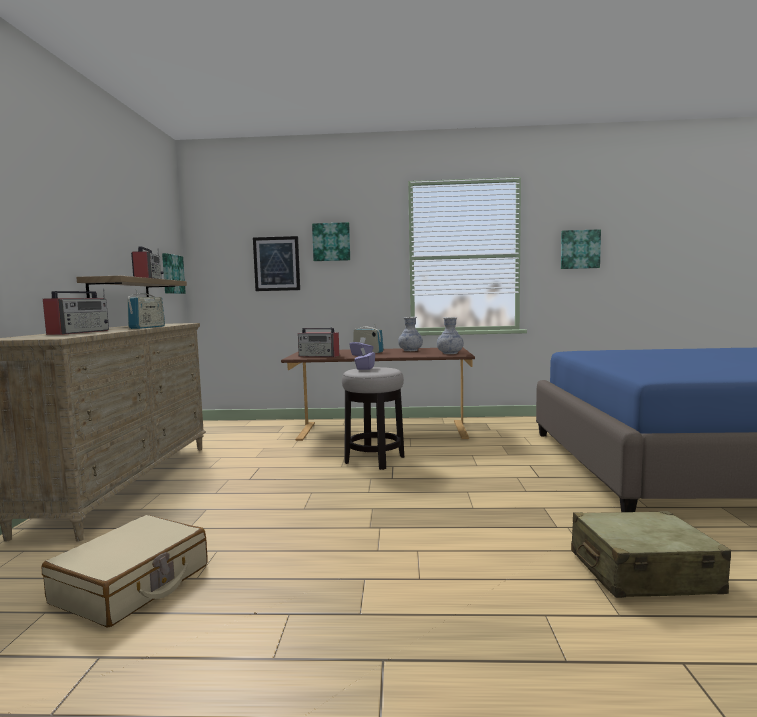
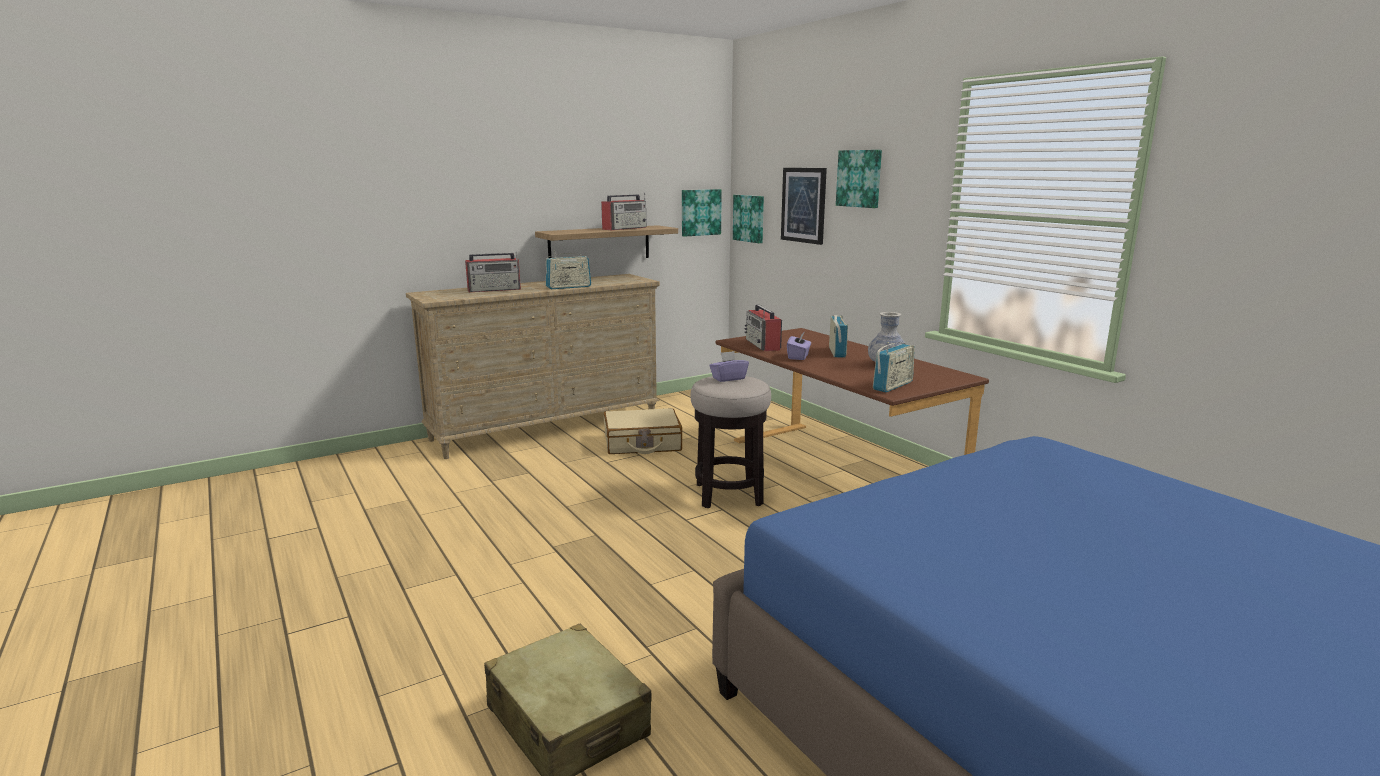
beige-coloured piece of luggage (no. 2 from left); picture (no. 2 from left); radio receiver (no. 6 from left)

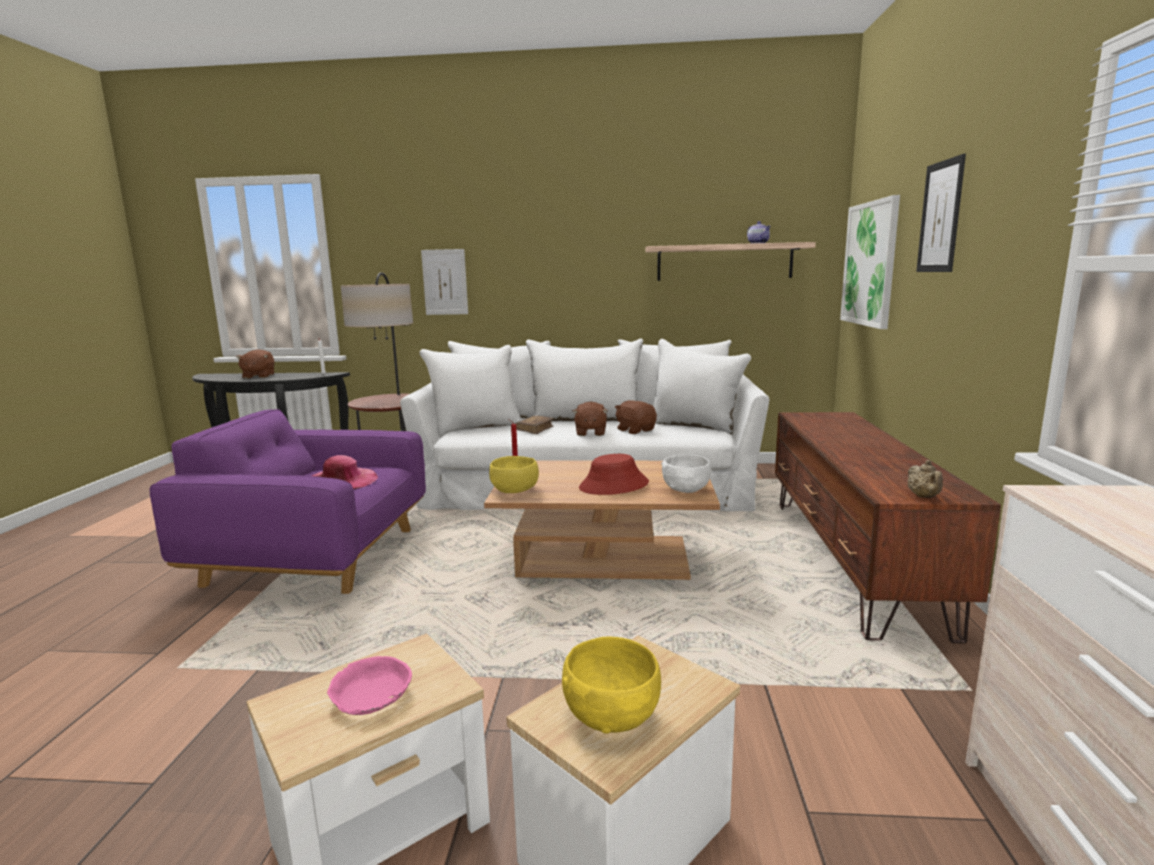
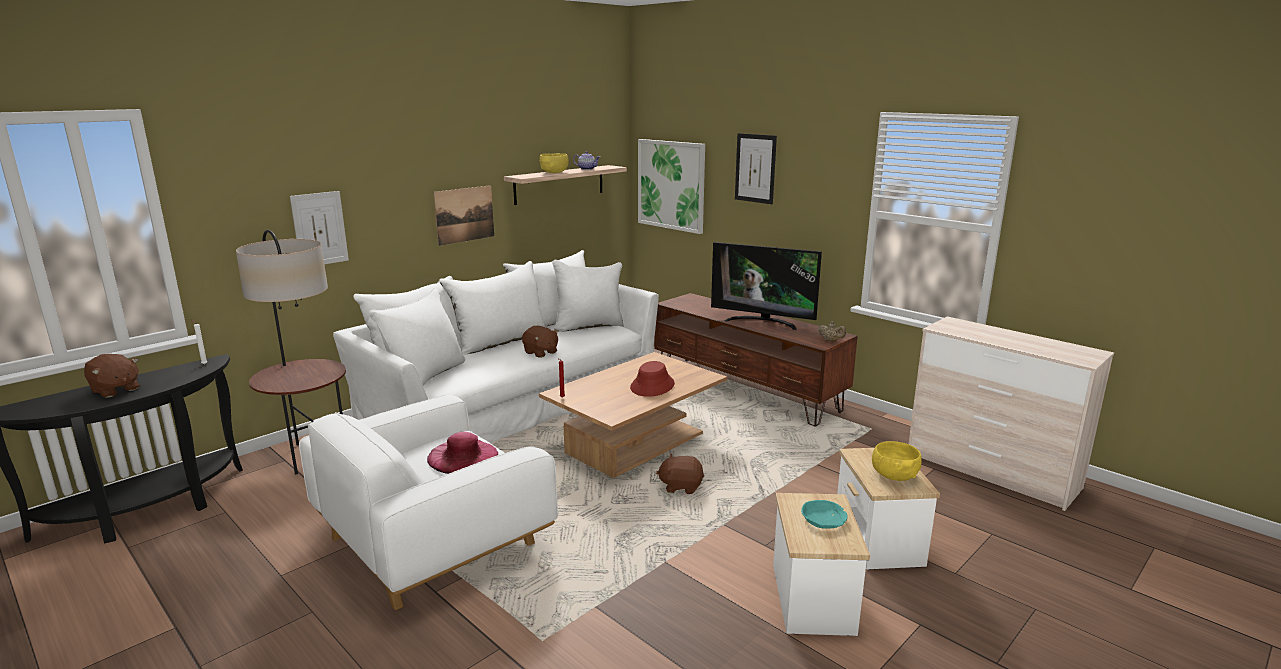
brown book; white-coloured bowl; picture (no. 2 from left); television; yellow-coloured bowl (no. 1 from left); brown plush toy (no. 3 from left); white-coloured easy chair; turquoise bowl

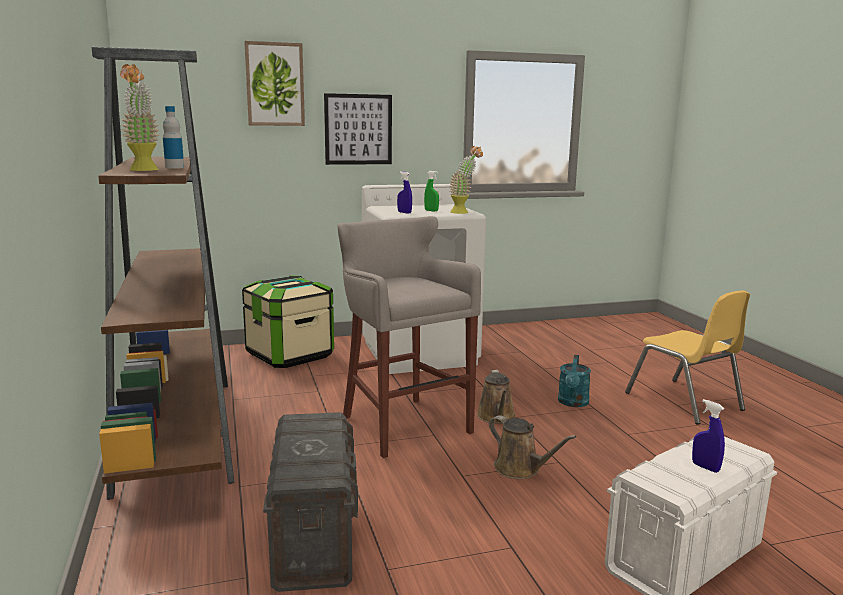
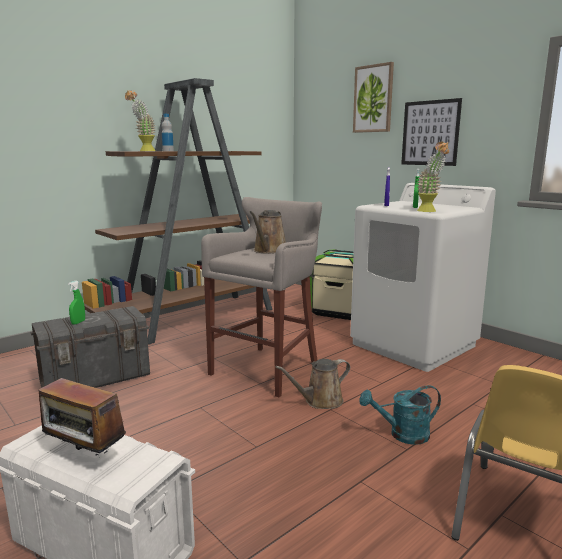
green-coloured spray bottle (no. 1 from left); brown sprinkling can (no. 1 from left); radio receiver

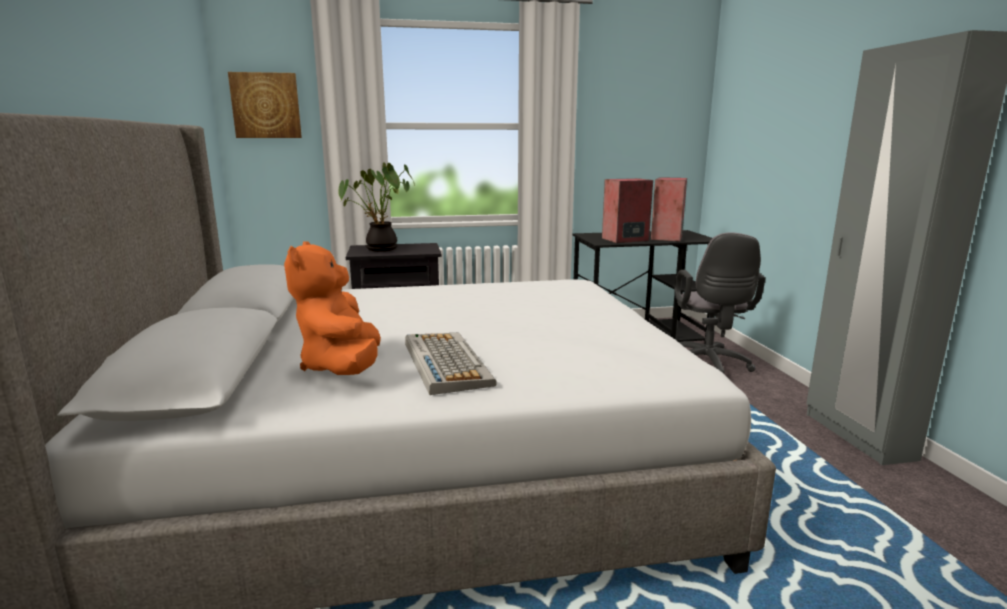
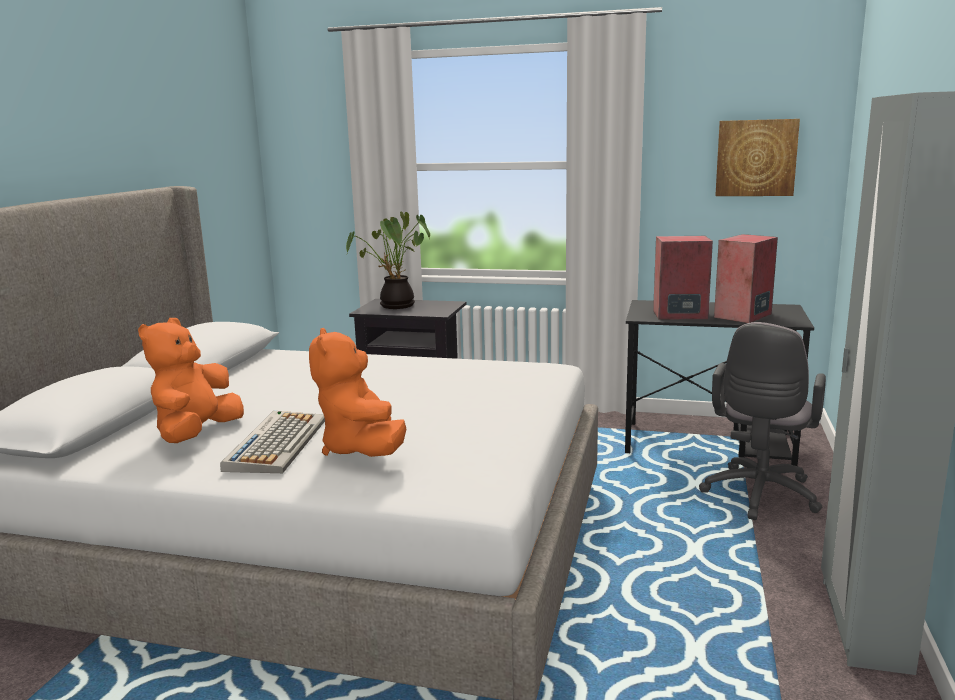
orange plush toy (no. 2 from left); picture

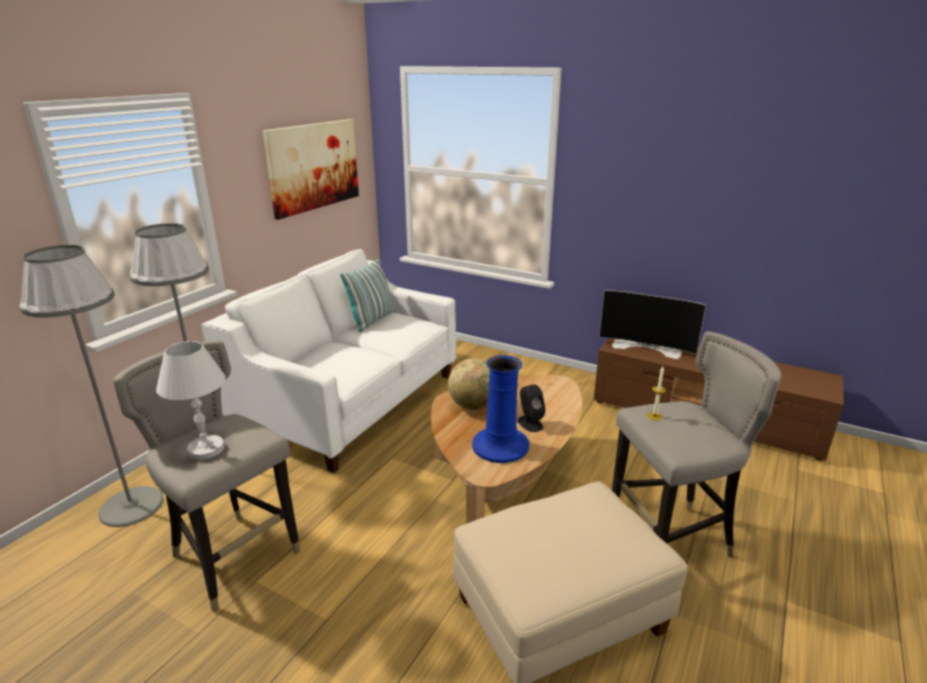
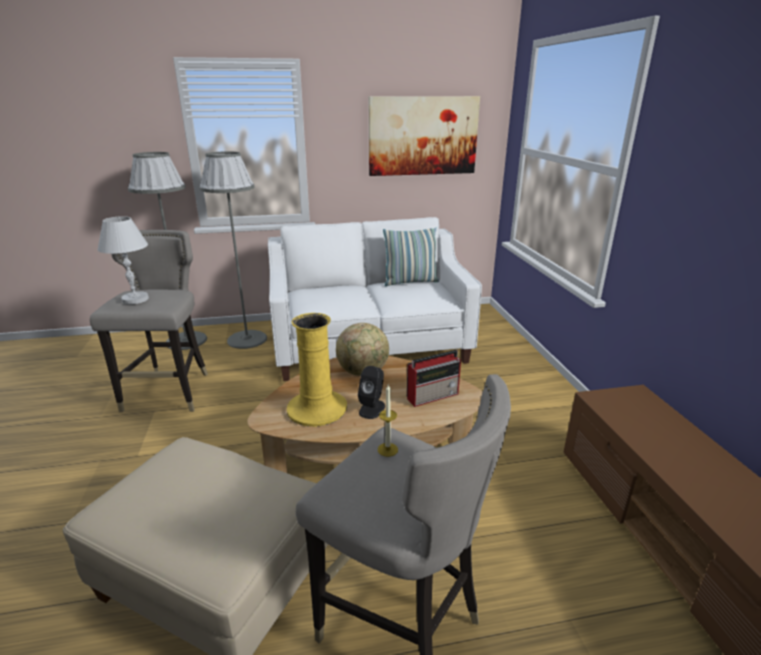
television; radio receiver; yellow-coloured flower vase

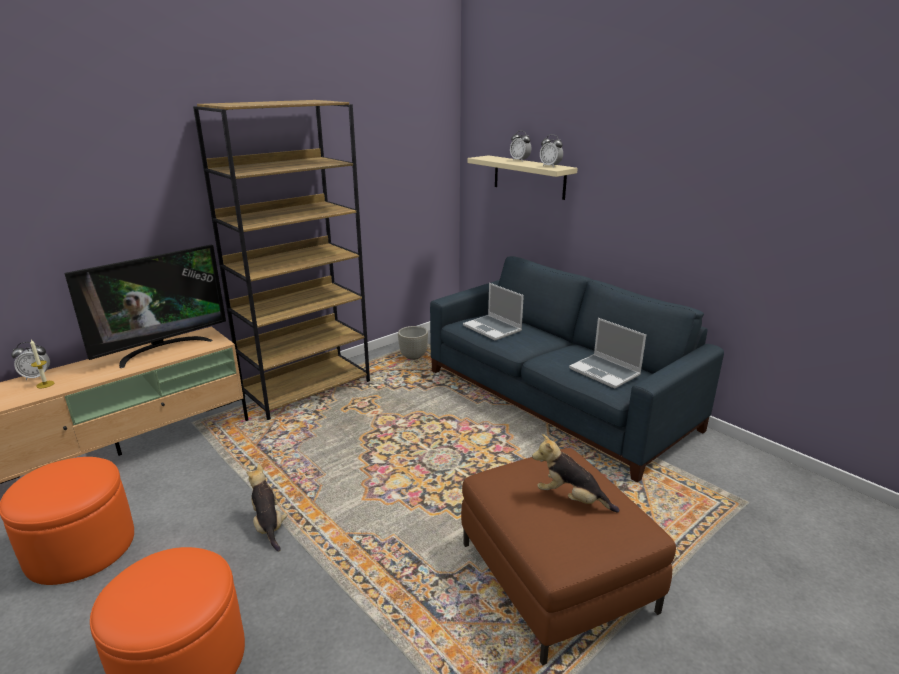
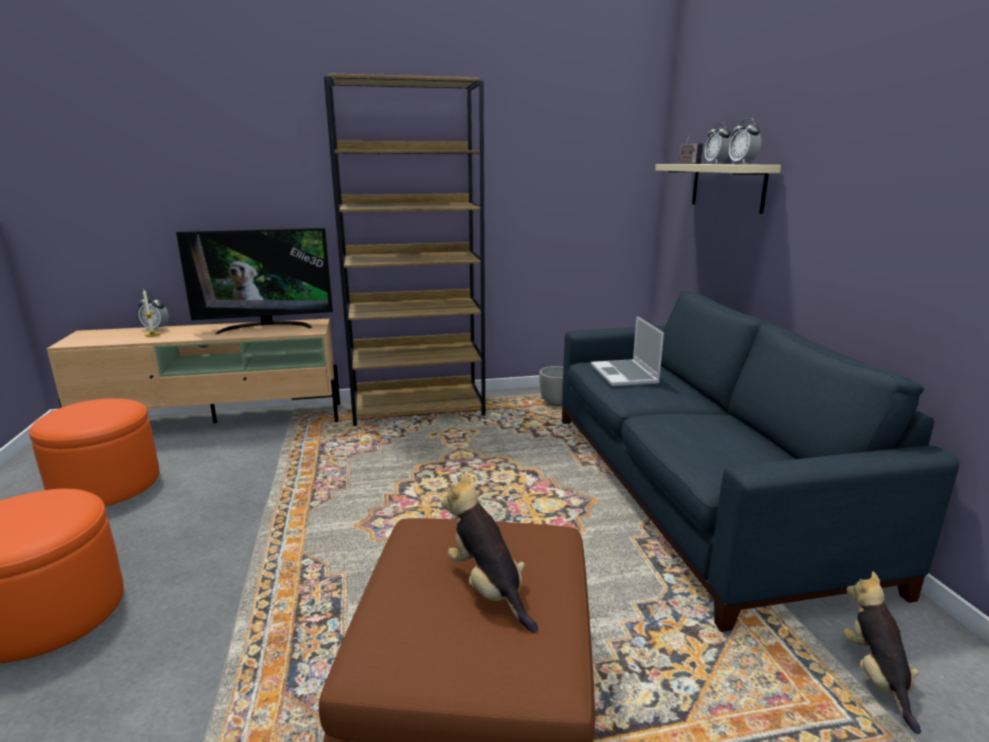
portable computer (no. 2 from left in the first image); radio receiver; plush toy (no. 2 from left)

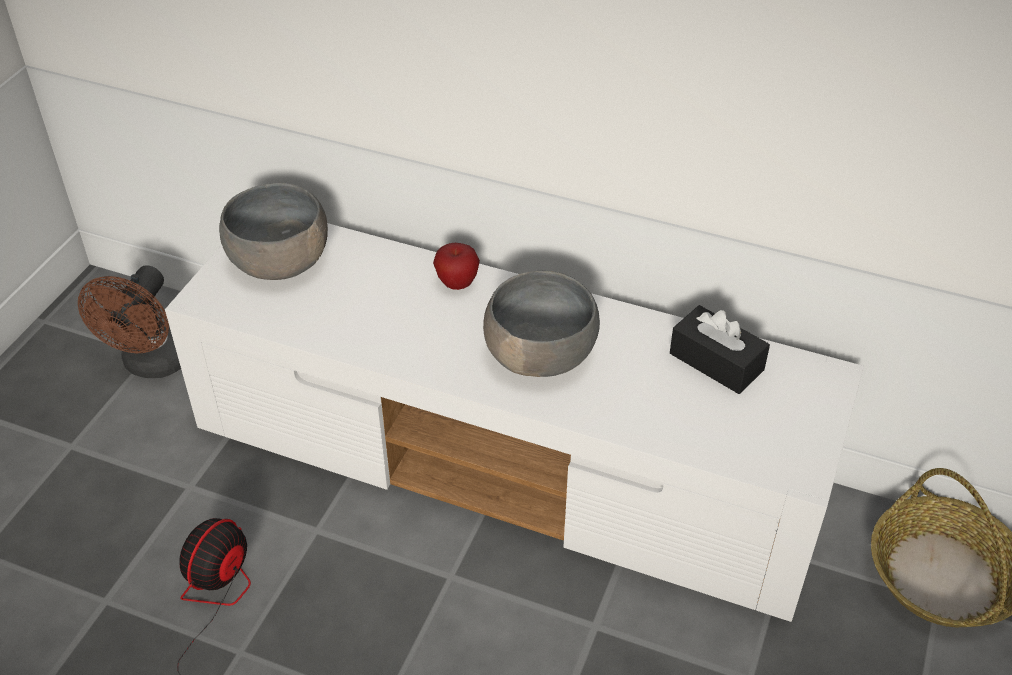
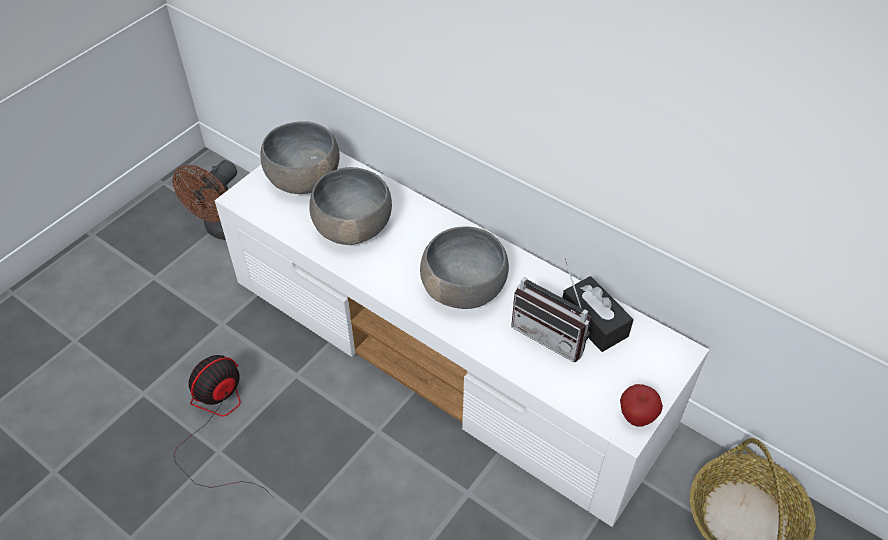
grey bowl (no. 2 from left); radio receiver; whole apple

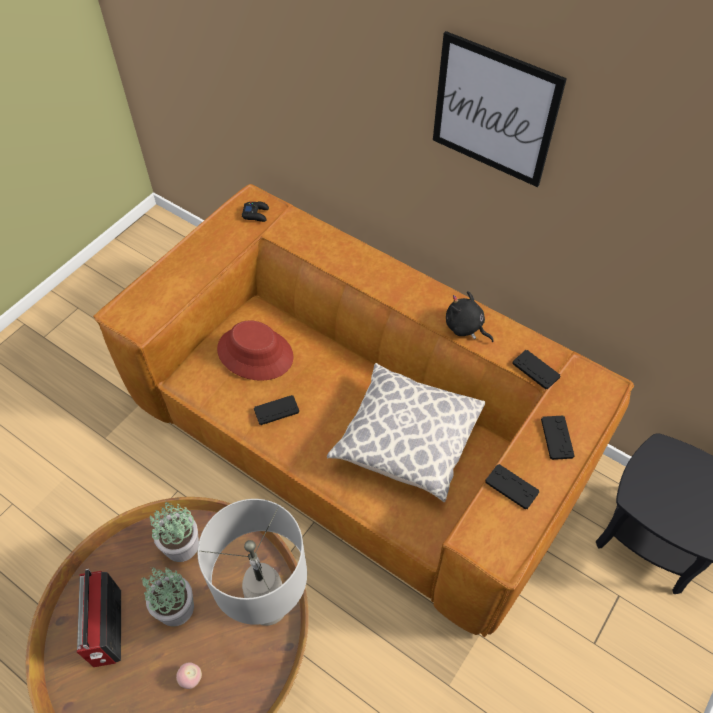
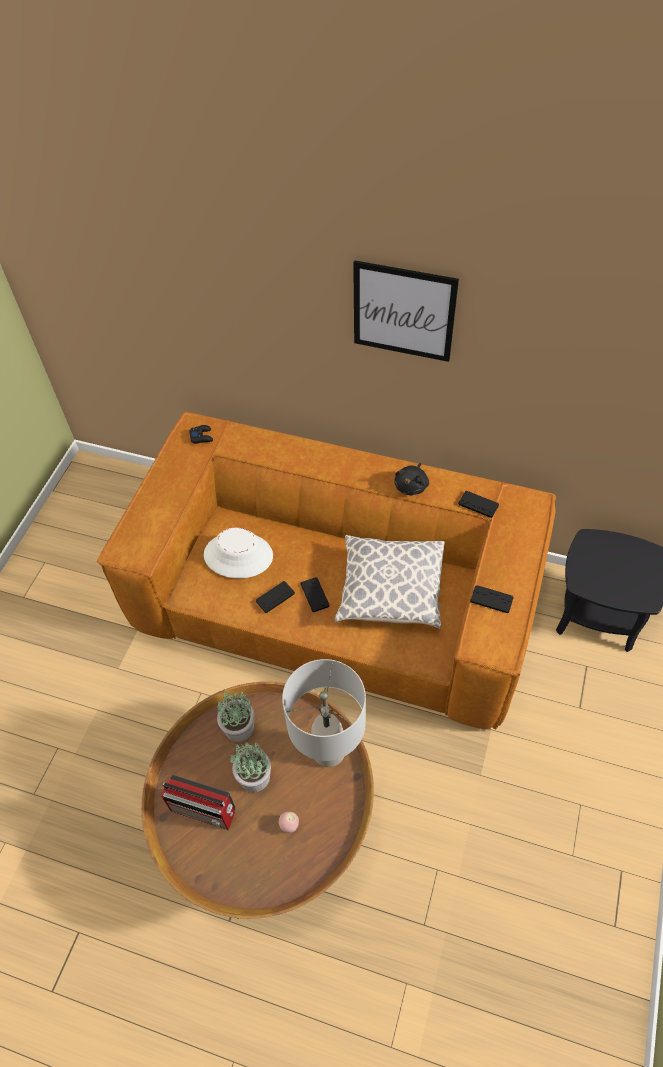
black game controller (no. 3 from left); white-coloured clothing hat; radio receiver; black plush toy

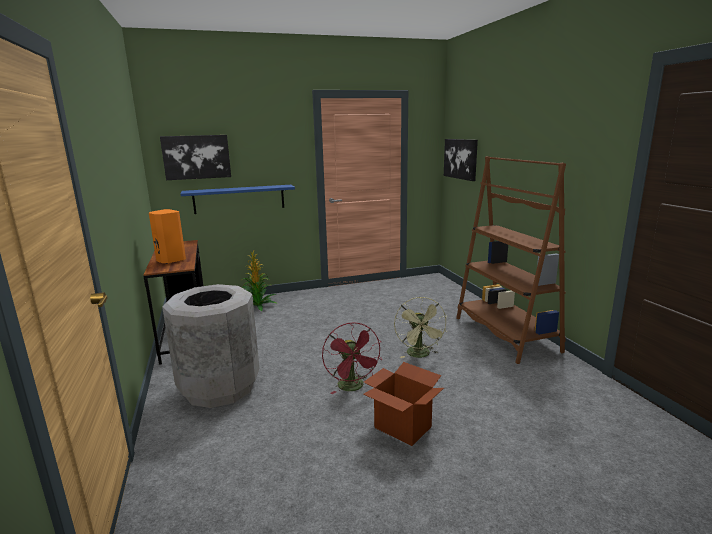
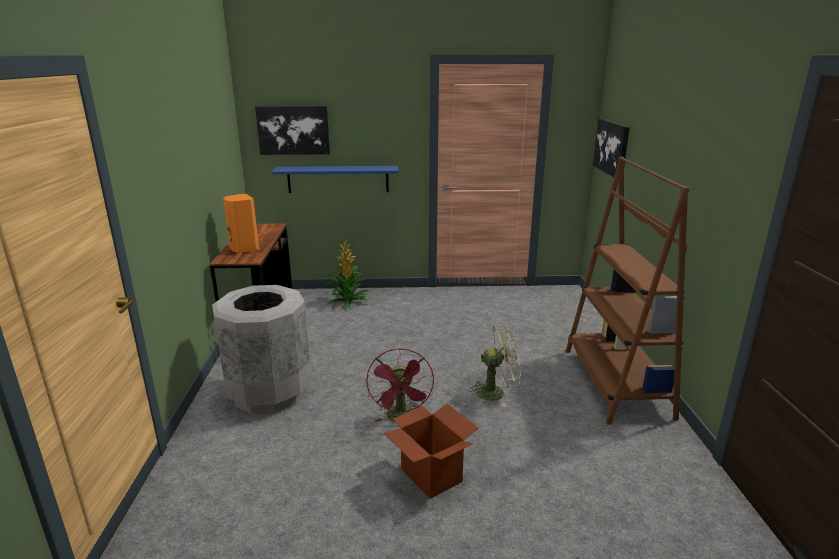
green-coloured electric fan

